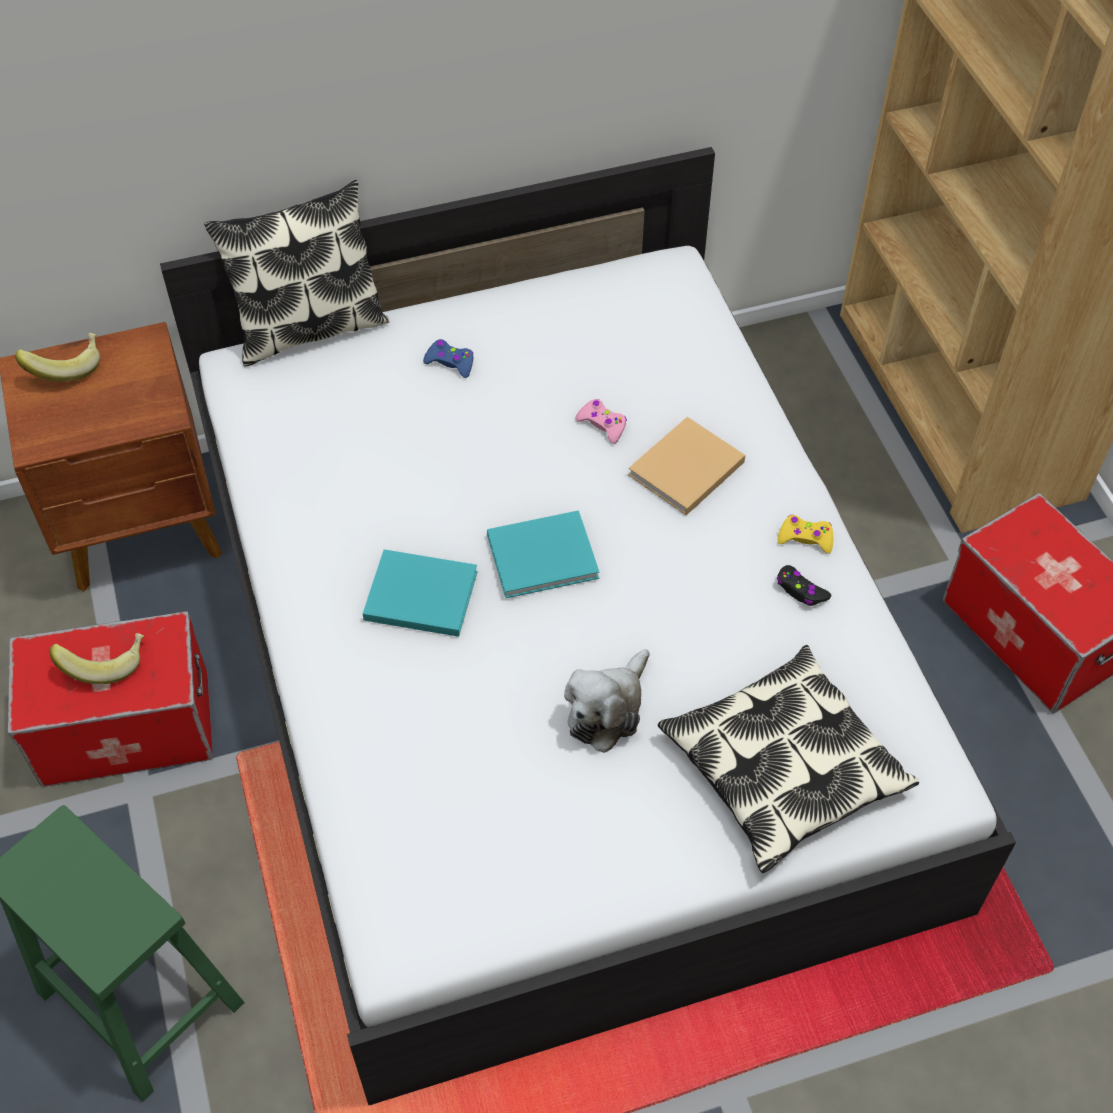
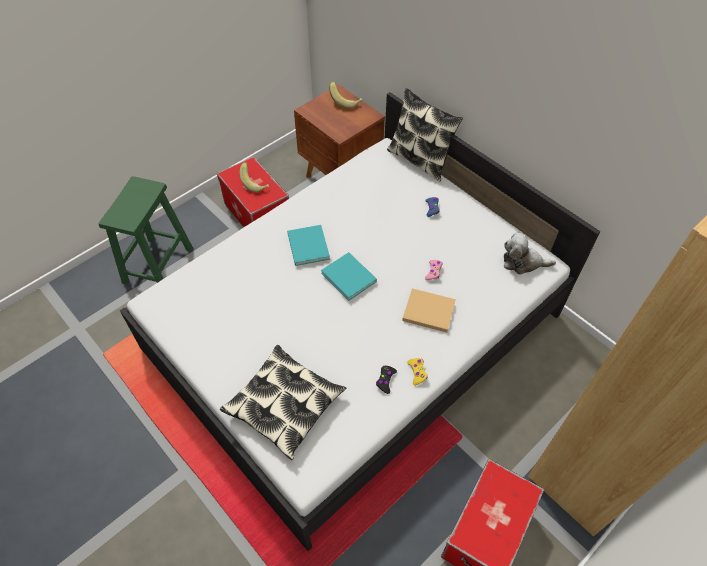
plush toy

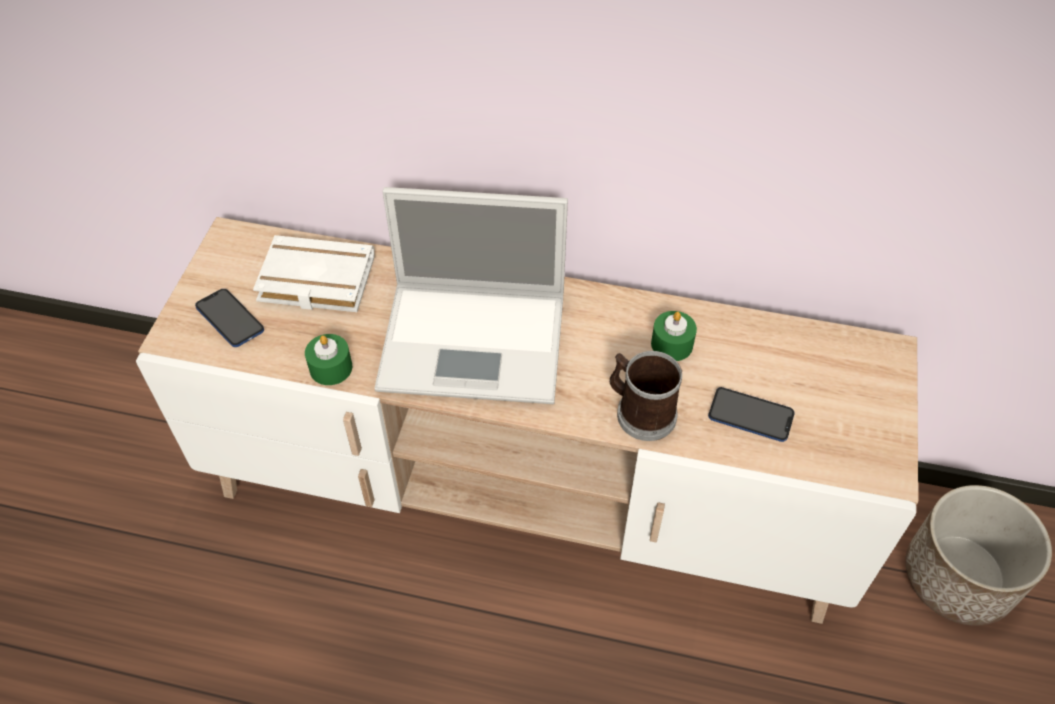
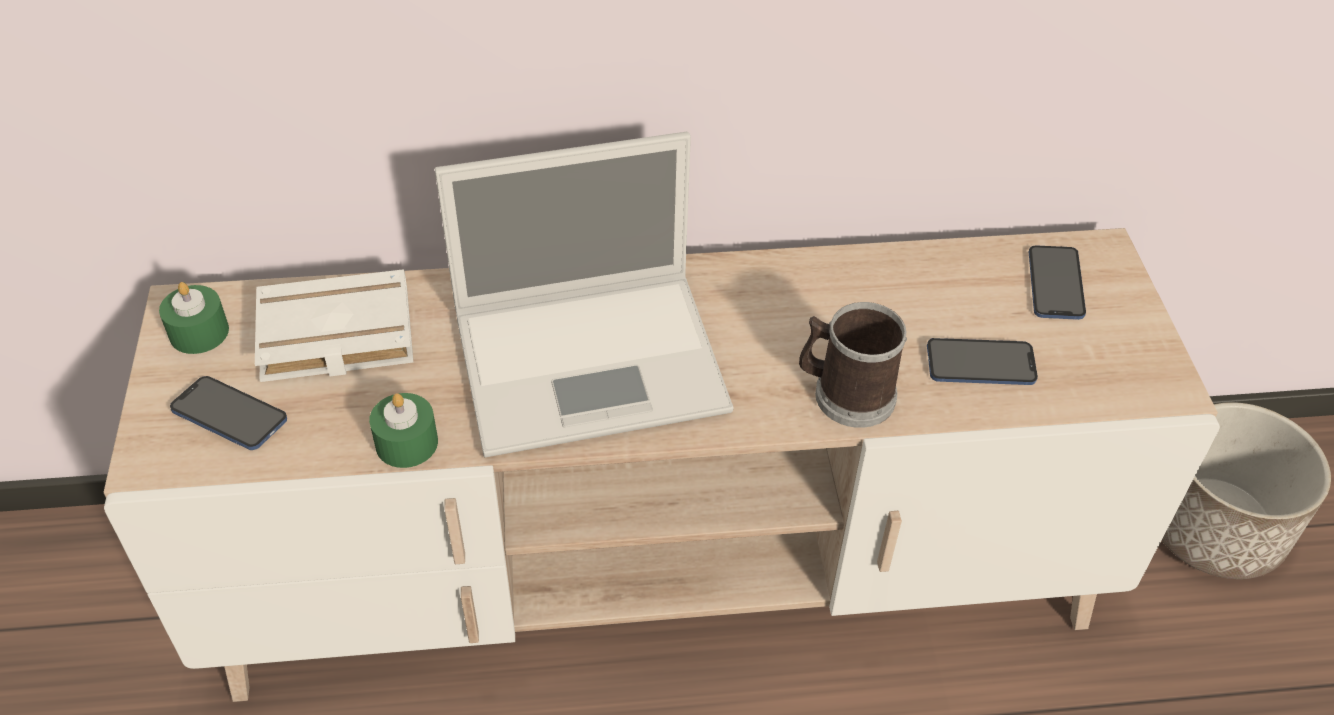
phone (no. 3 from left); green-coloured candle (no. 1 from left)

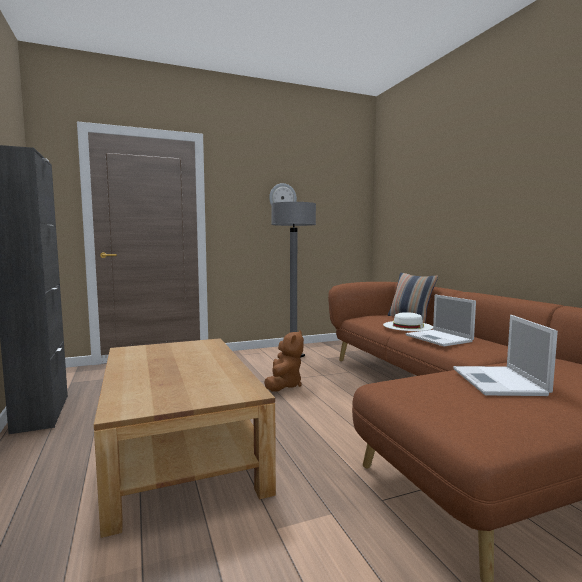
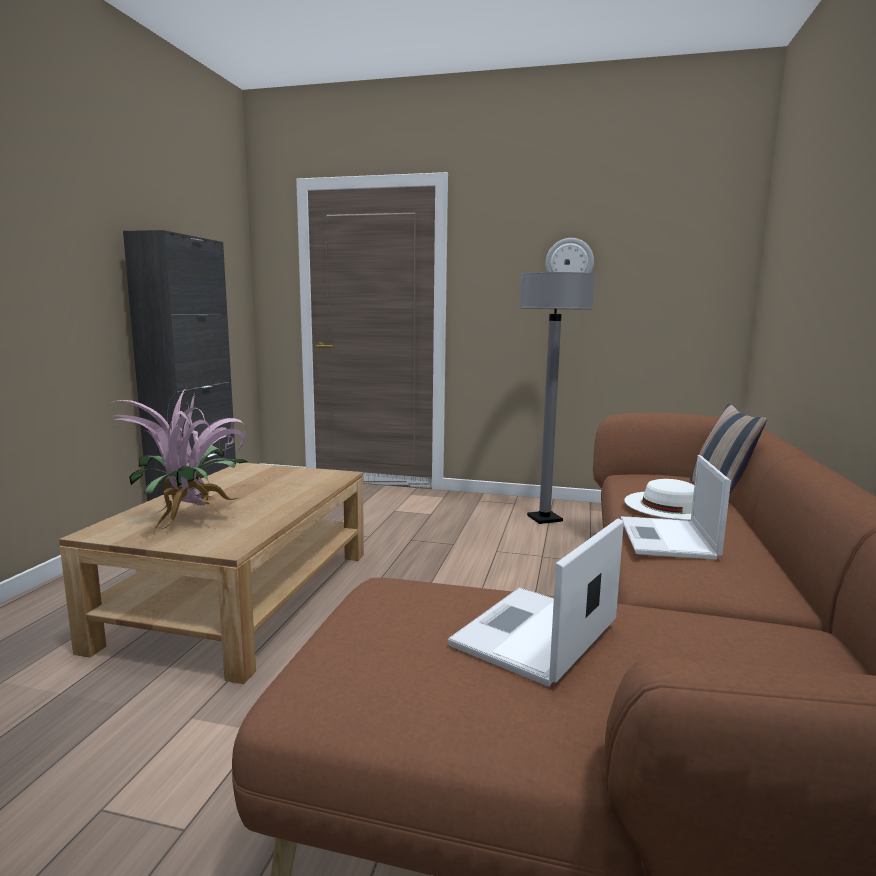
brown plush toy; potted plant

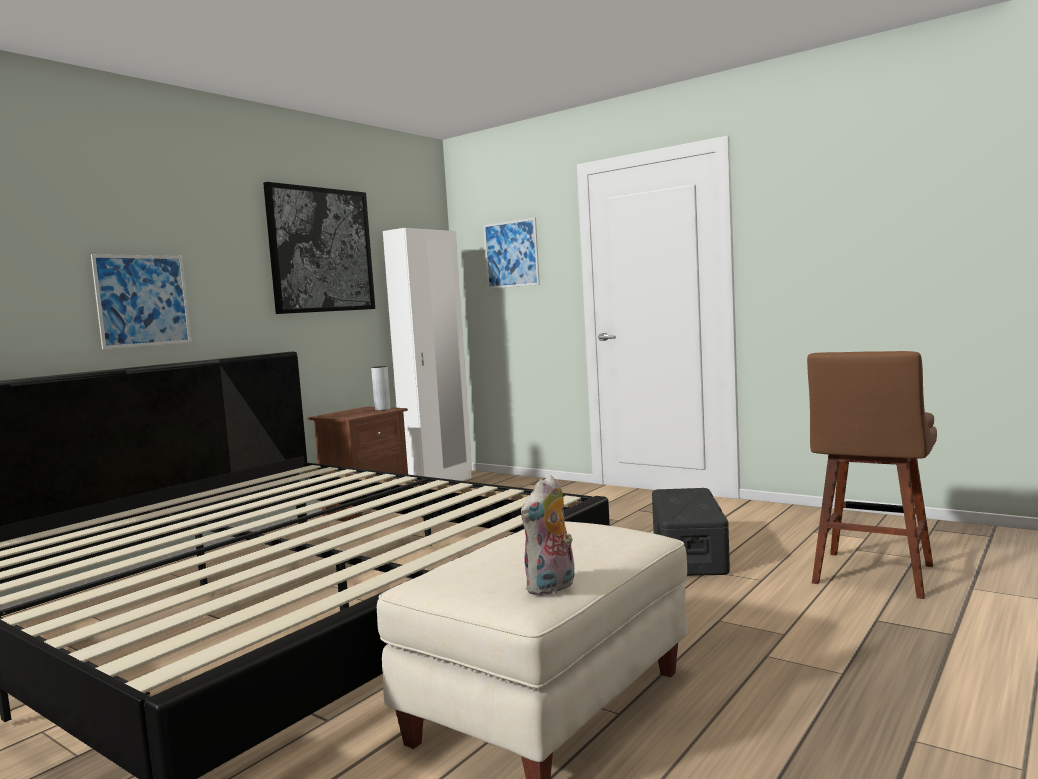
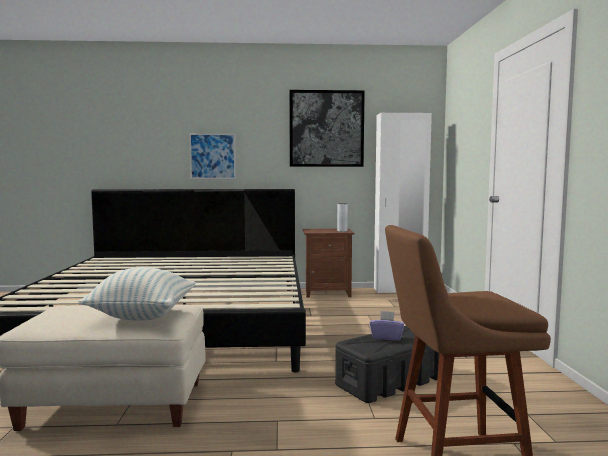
picture (no. 3 from left in the first image); plush toy; cushion; purple box of tissues

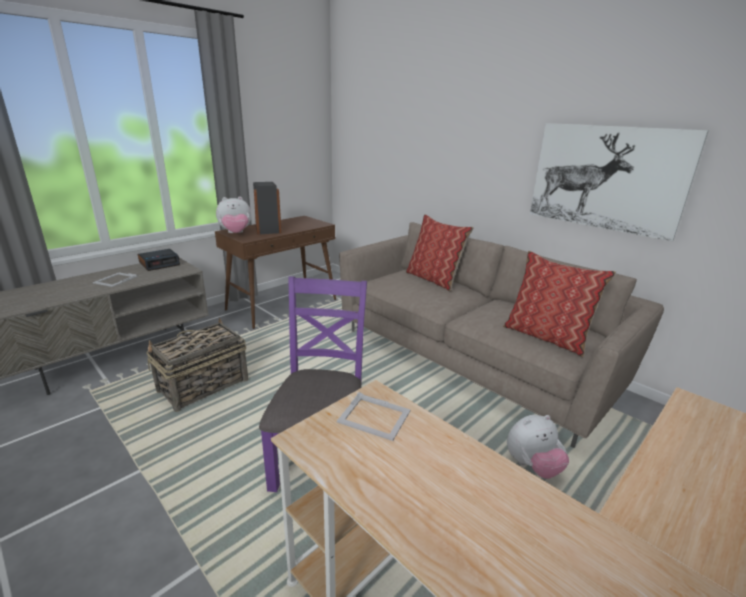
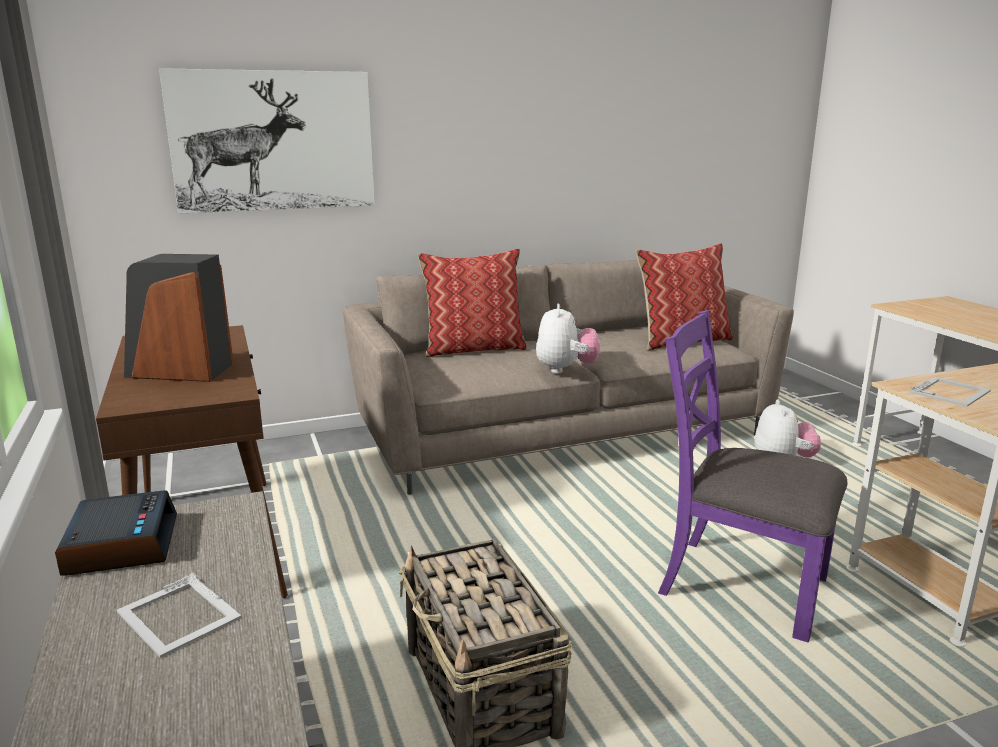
plush toy (no. 1 from left); picture

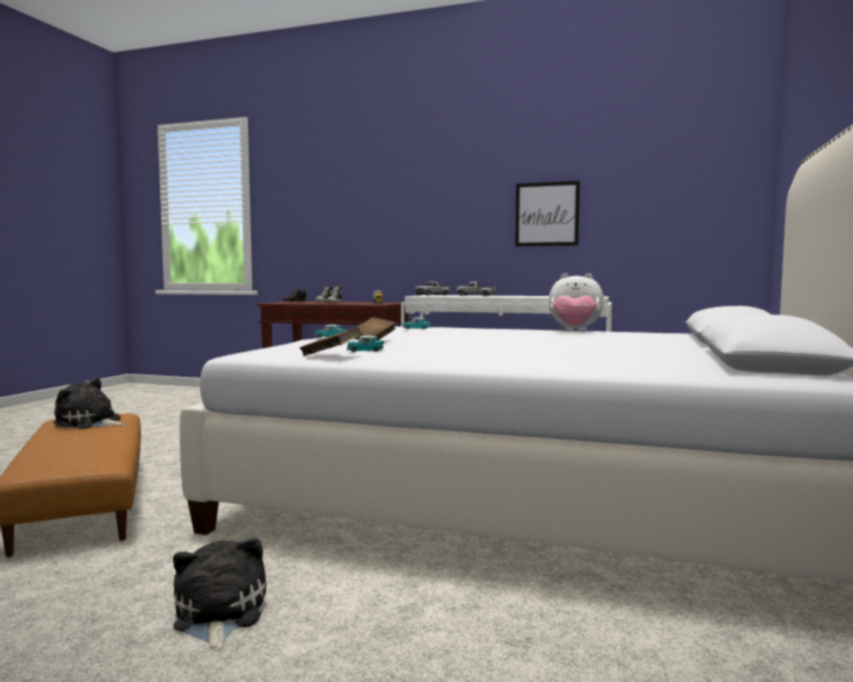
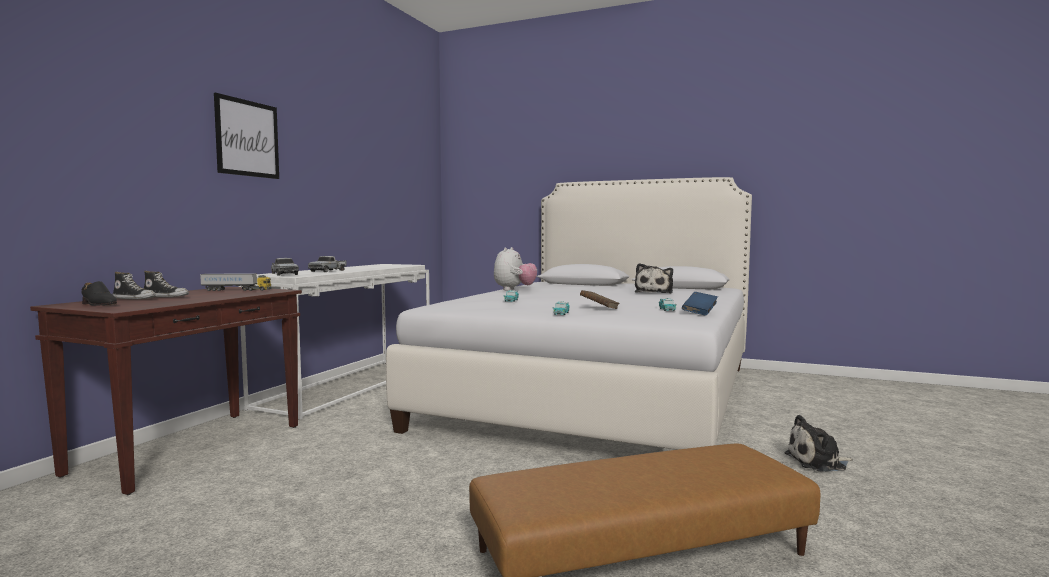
plush toy (no. 2 from left); picture; bluish book

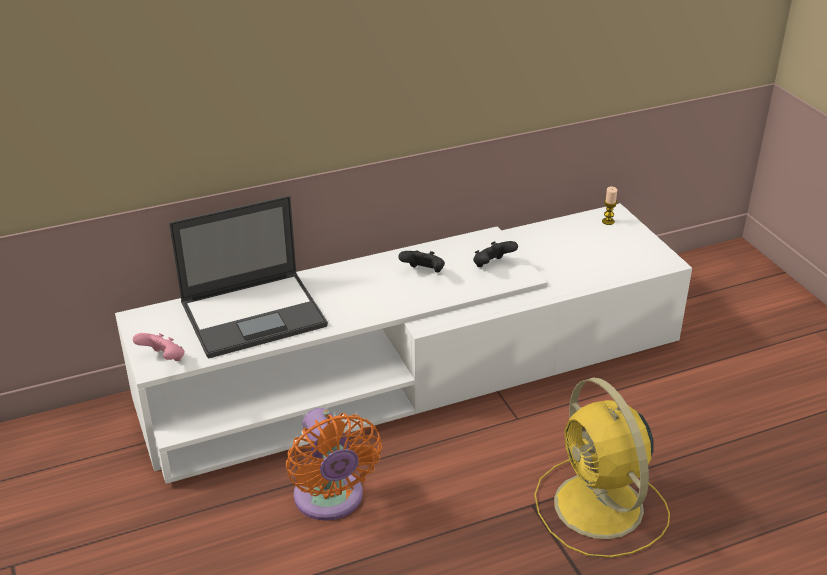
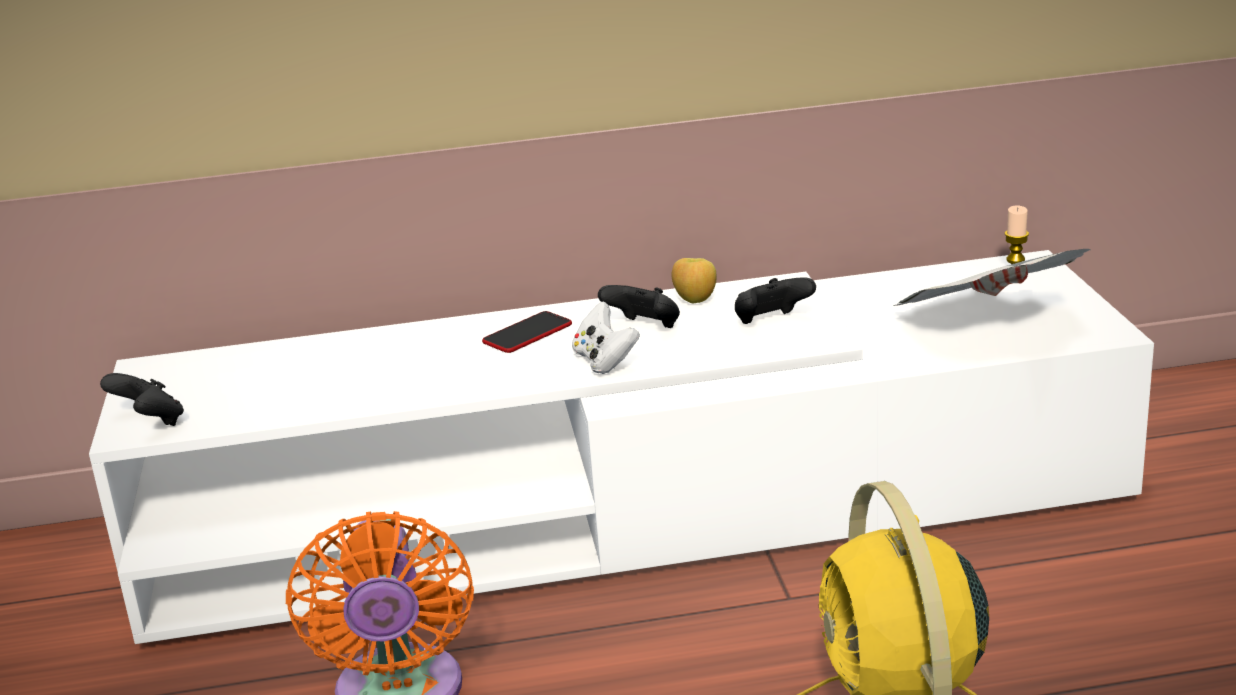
portable computer; phone; white-coloured game controller; whole apple; daily paper; black game controller (no. 1 from left)

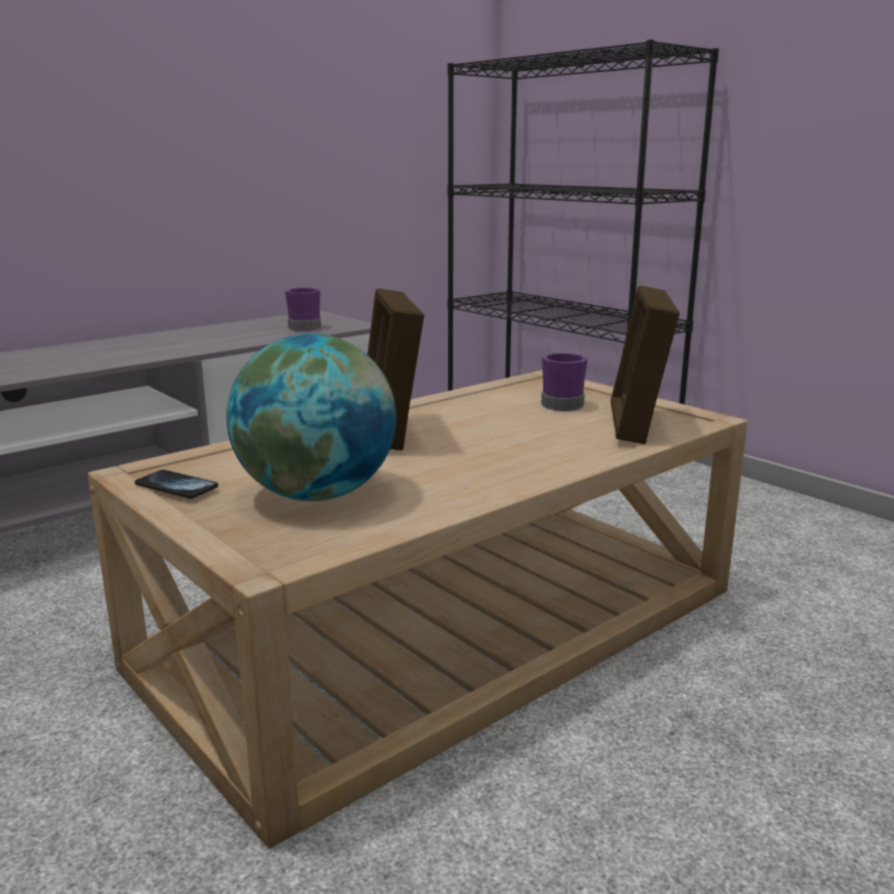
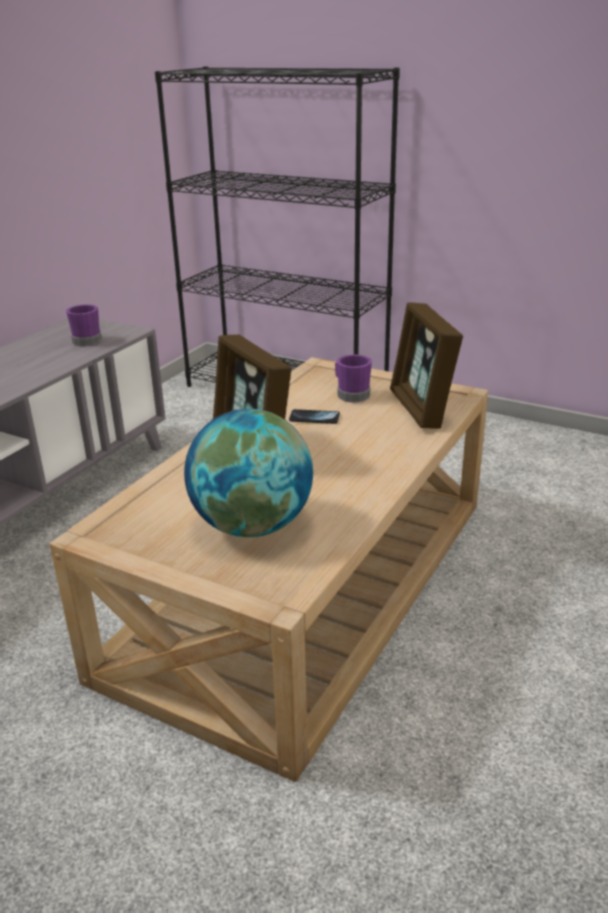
phone

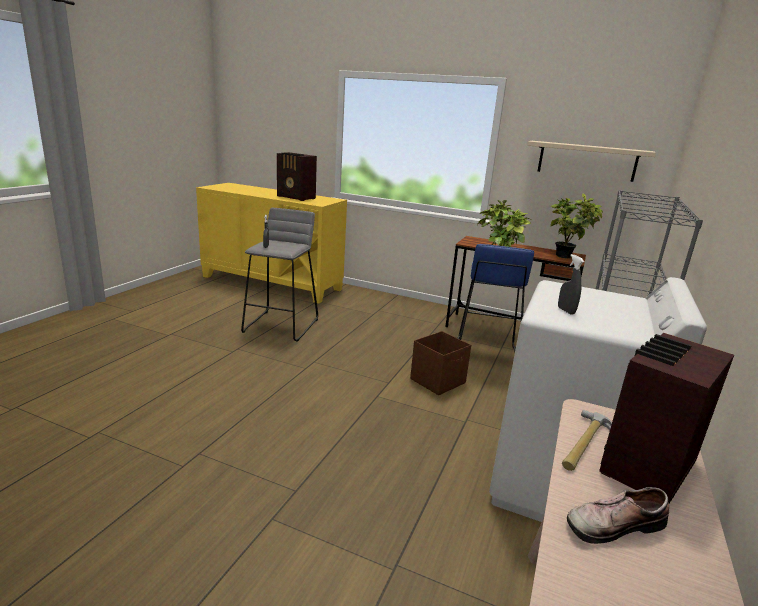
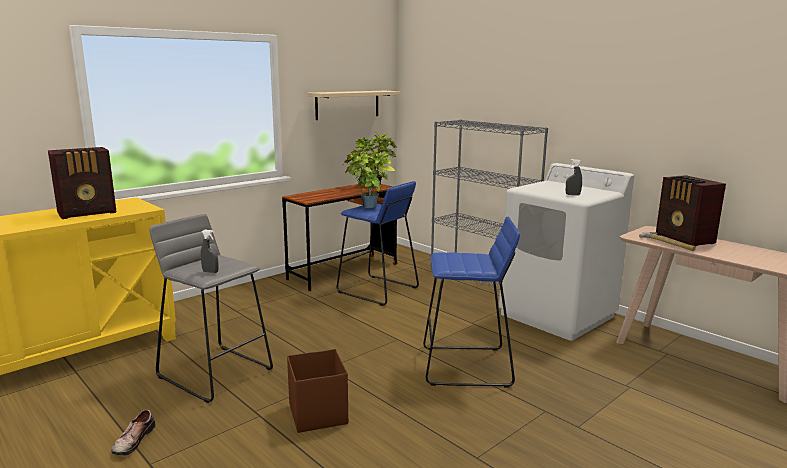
bluish sitting stool (no. 2 from left); brown storage box; shoe

